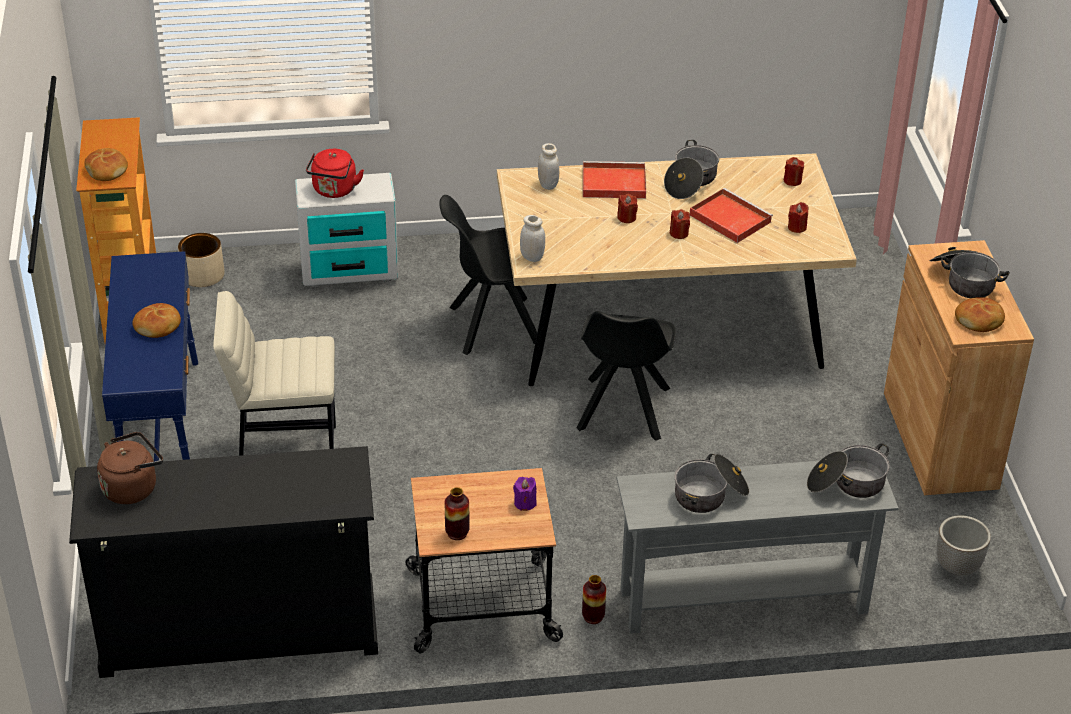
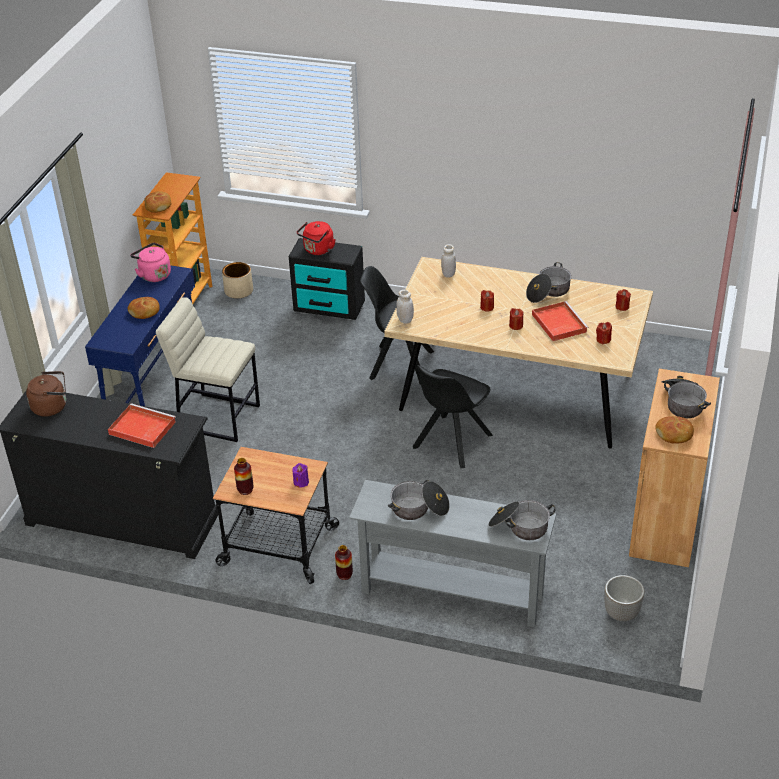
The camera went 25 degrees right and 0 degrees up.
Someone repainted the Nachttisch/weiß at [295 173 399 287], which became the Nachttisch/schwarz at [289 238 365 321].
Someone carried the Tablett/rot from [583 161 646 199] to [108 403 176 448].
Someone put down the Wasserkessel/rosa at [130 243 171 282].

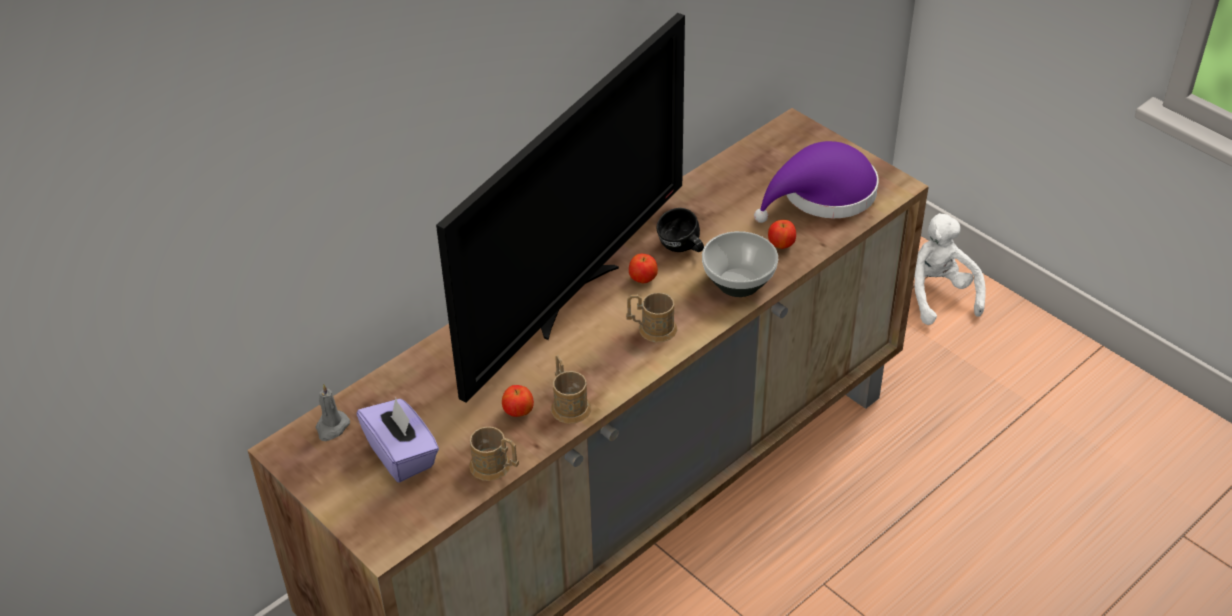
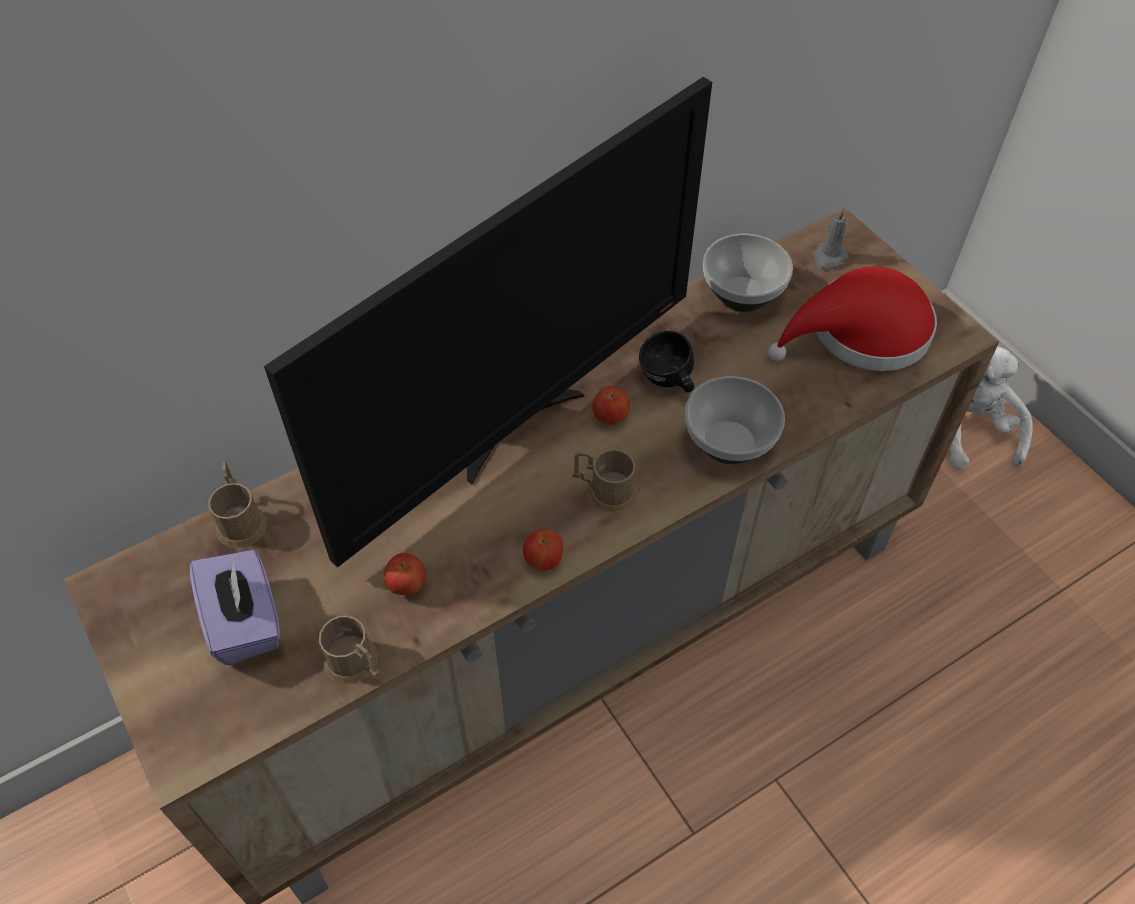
The camera went 10 degrees right and 10 degrees up.
Someone carried the Kerze/grau from [316 383 350 441] to [813 208 849 271].
Someone carried the Henkelbecher/braun from [551 355 591 424] to [208 461 267 548].
Someone repainted the Hut/lila at [754 141 879 223], which became the Hut/rot at [768 266 937 371].
Someone carried the Apfel from [768 220 796 249] to [523 529 563 571].
Someone put down the Schüssel at [703 234 793 312].

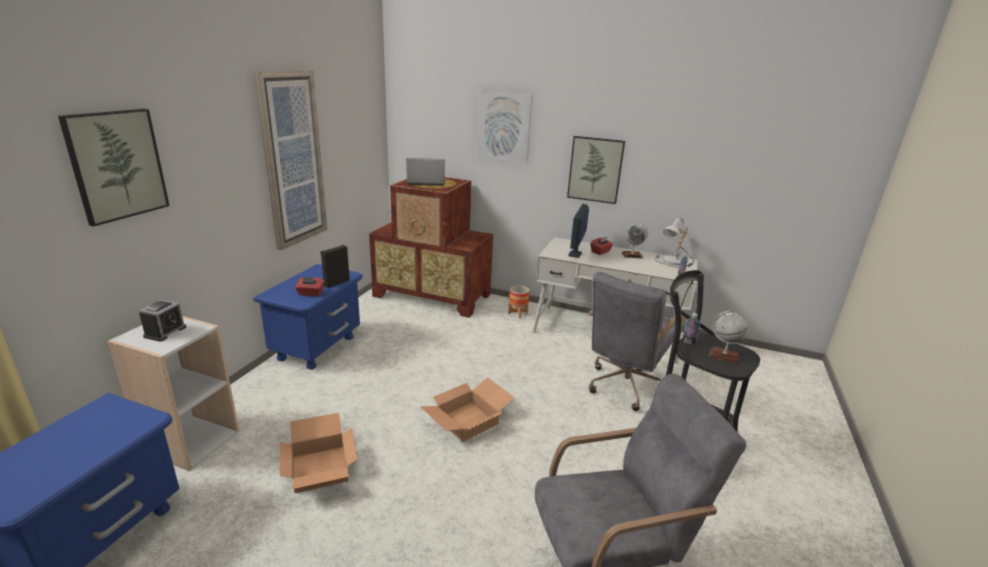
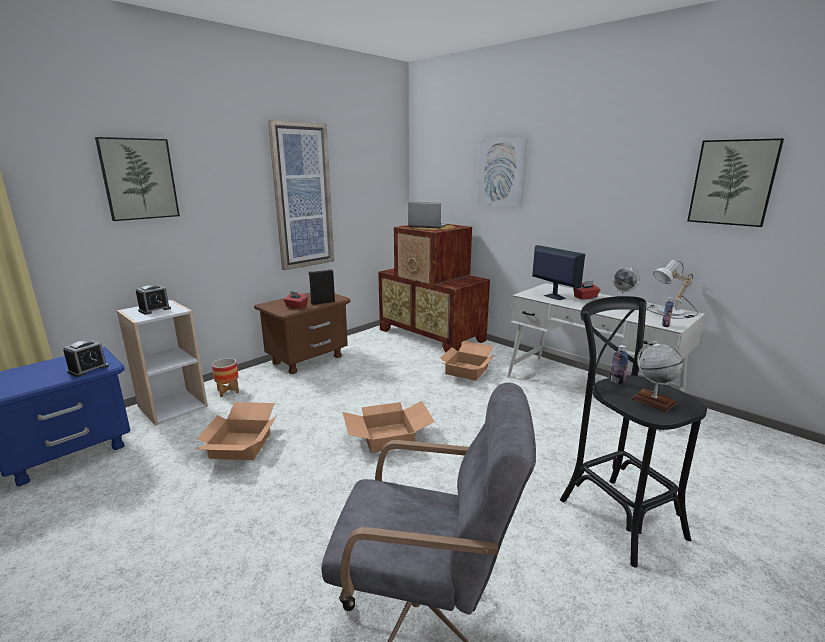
The camera went 25 degrees right and 5 degrees down.
Someone repainted the Nachttisch/blau at [253 264 363 370], which became the Nachttisch/braun at [254 292 350 374].
Someone carried the Pflanzkübel from [508 285 529 318] to [212 358 239 397].
Someone carried the Bild from [567 136 625 204] to [687 138 784 227].
Someone rotated the Monitor at [568 204 589 258] by 105 degrees clockwise.
Someone took away the Bürostuhl/grau at [588 272 683 411].
Someone put down the Wecker at [63 339 109 377].
Someone put down the Karton at [440 341 495 381].

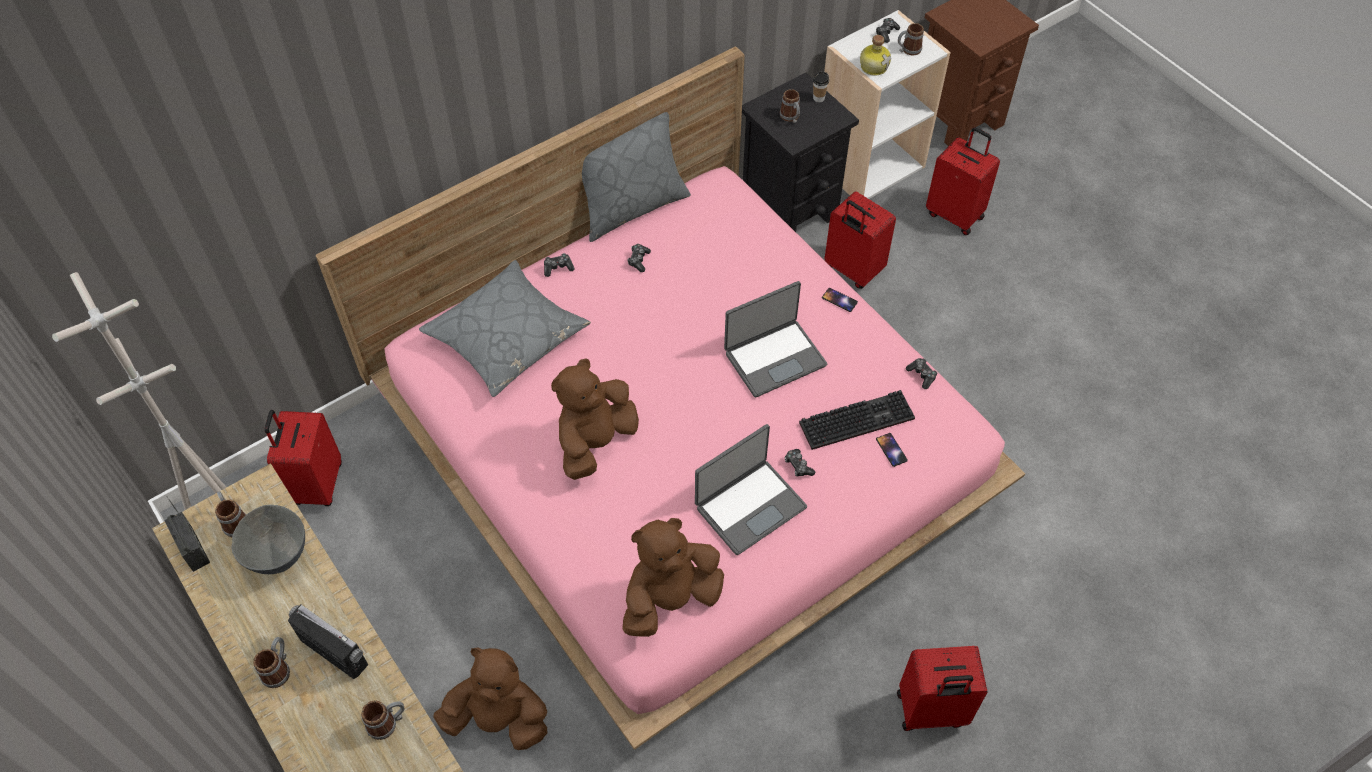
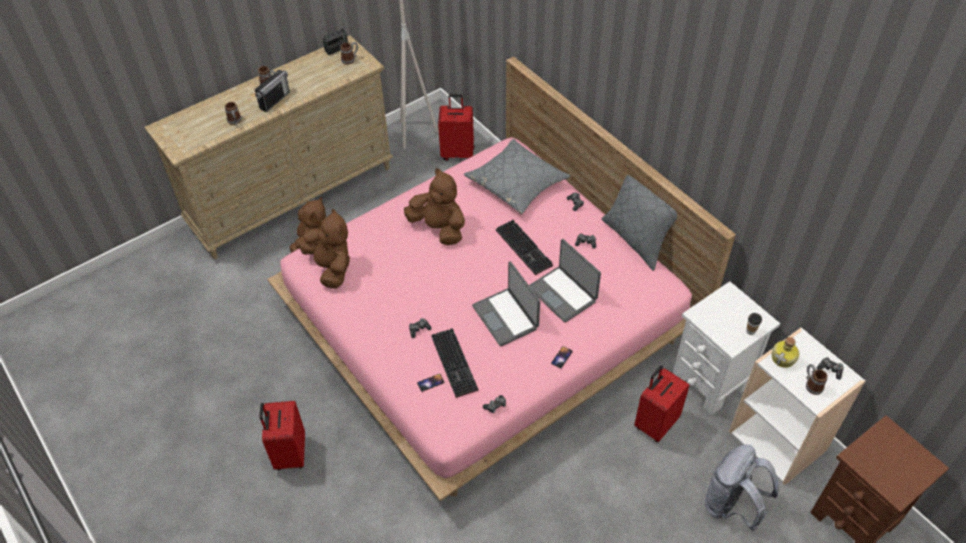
The camera went 90 degrees right and 5 degrees down.
Someone took away the Schüssel/grau at [231 505 305 574].
Someone carried the Laptop from [695 424 807 555] to [529 239 601 322].
Someone repainted the Nachttisch/schwarz at [742 72 859 232], which became the Nachttisch/weiß at [673 281 780 415].
Someone took away the Henkelbecher at [780 89 800 123].
Someone swapped the Koffer/rot at [926 127 1000 235] for the Rucksack/grau at [705 444 779 531].
Someone put down the Tastatur at [496 220 553 275].

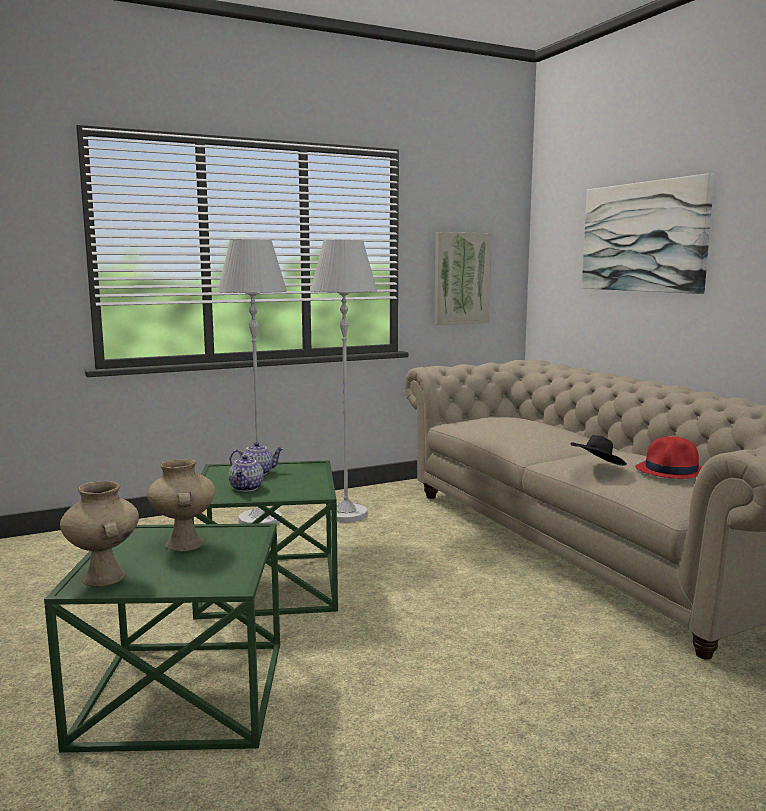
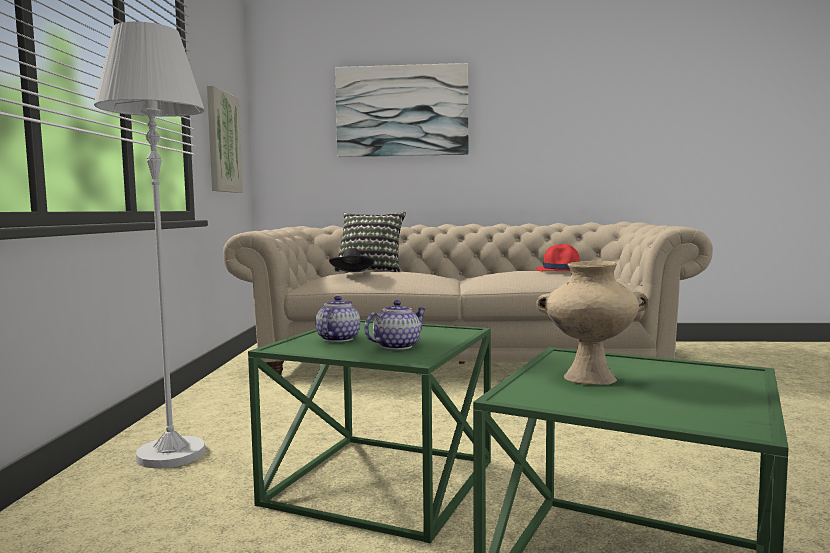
The camera went 60 degrees left and 5 degrees down.
Someone took away the Vase/beige at [60 481 139 587].
Someone rotated the Teekanne at [228 455 264 492] by 75 degrees counterclockwise.
Someone took away the Stehlampe/weiß at [311 240 377 522].
Someone carried the Hut/schwarz from [570 435 627 466] to [329 248 374 272].
Someone put down the Kissen at [334 212 406 272].

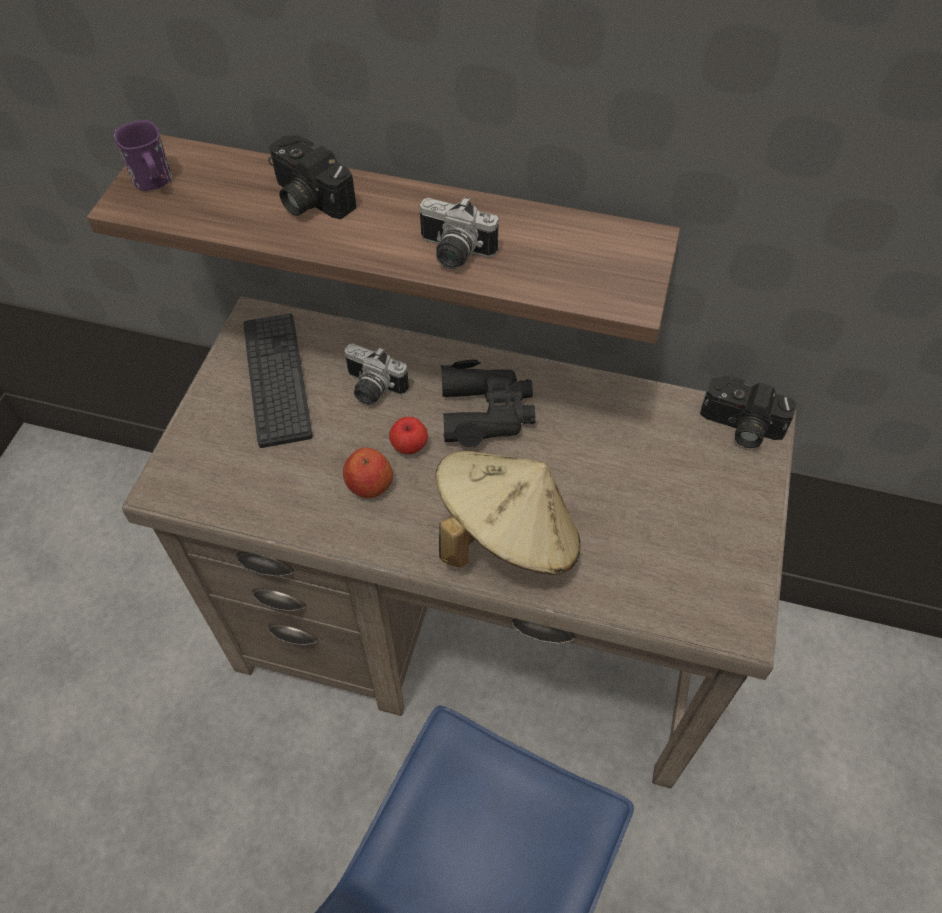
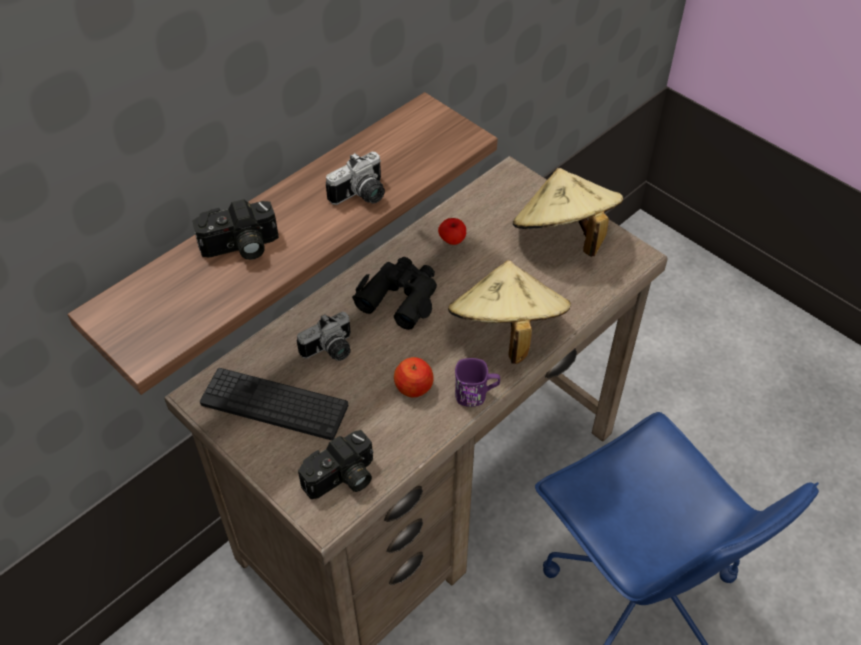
The camera went 60 degrees left and 5 degrees down.
Someone carried the Henkelbecher/lila from [114 120 172 191] to [455 358 500 407].
Someone carried the Apfel from [389 417 428 454] to [438 218 466 245].
Someone carried the Kamera from [700 375 797 448] to [298 430 374 499].
Someone put down the Hut/beige at [513 168 623 257].

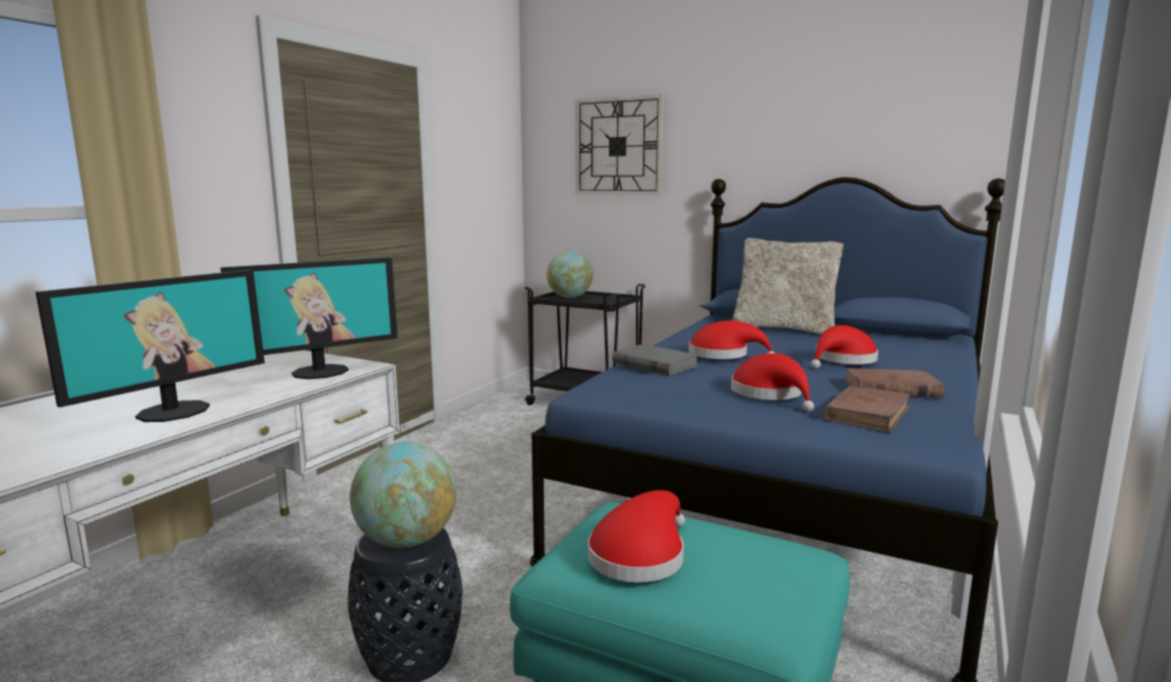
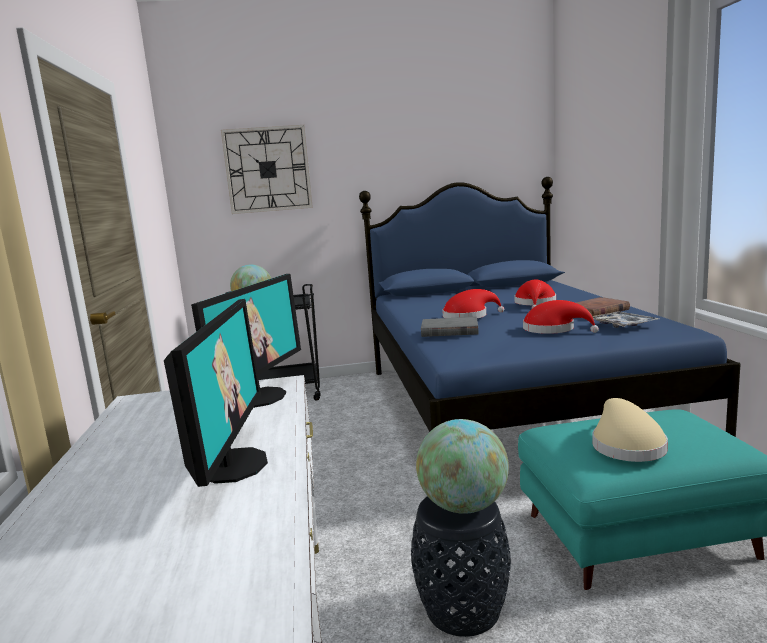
The camera went 35 degrees left and 0 degrees up.
Someone repainted the Hut/rot at [588 490 685 582], which became the Hut/beige at [592 398 668 462].
Someone took away the Kissen/beige at [733 238 844 334].
Someone swapped the Buch/braun at [823 385 911 432] for the Tablett at [592 311 659 328].

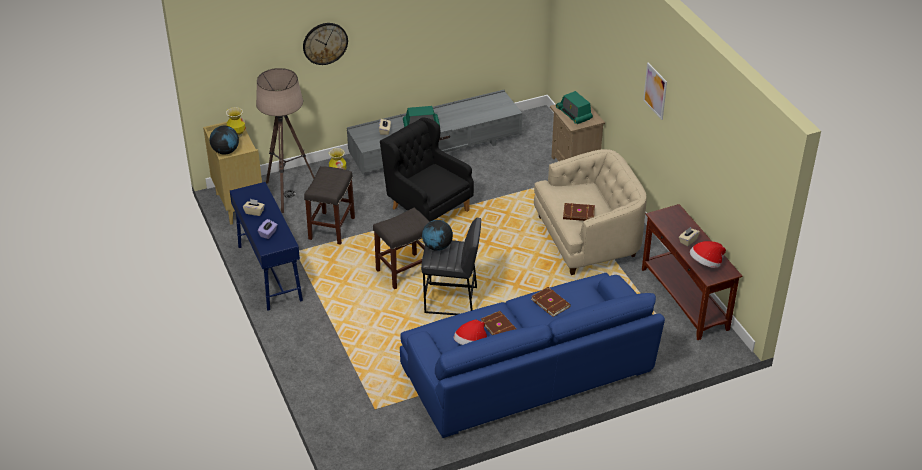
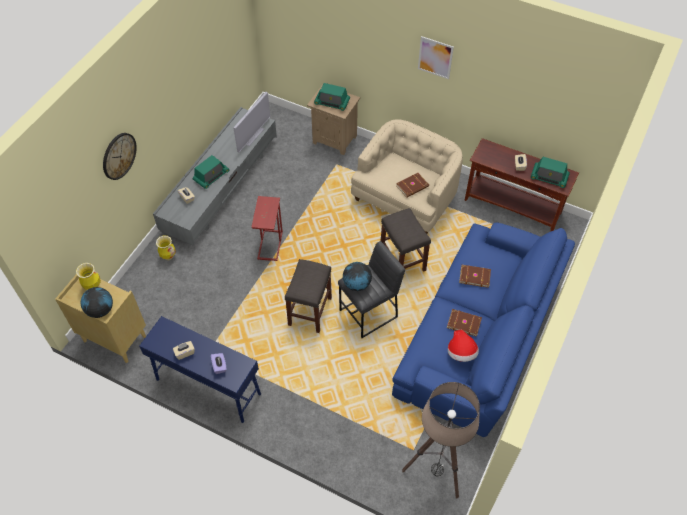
The camera went 40 degrees left and 15 degrees up.
Someone carried the Stehlampe from [256 68 315 213] to [402 382 480 498].
Someone carried the Hocker/grau from [304 166 355 245] to [381 208 431 272].
Someone swapped the Sessel/schwarz at [380 117 474 222] for the Beistelltisch/rot at [251 196 283 261].
Someone swapped the Hut at [690 241 726 268] for the Radio at [531 157 570 188].
Someone put down the Fernseher at [233 92 270 153].

